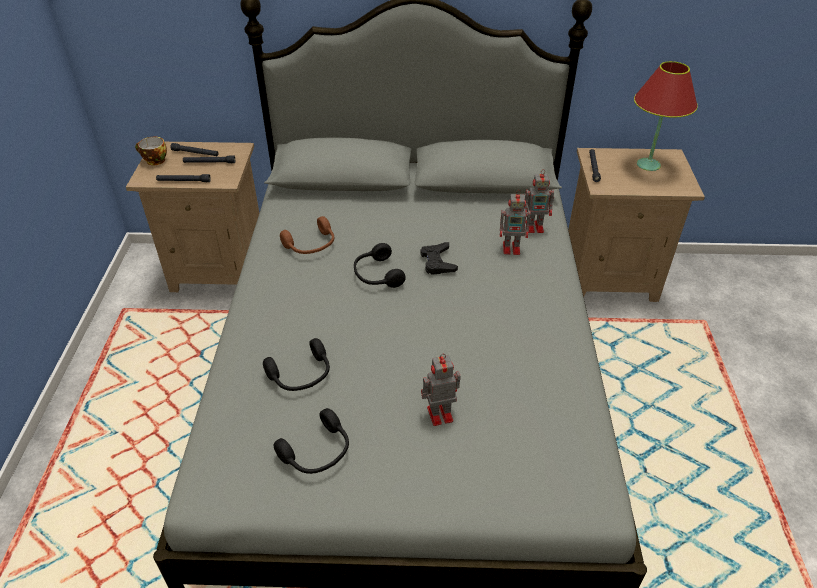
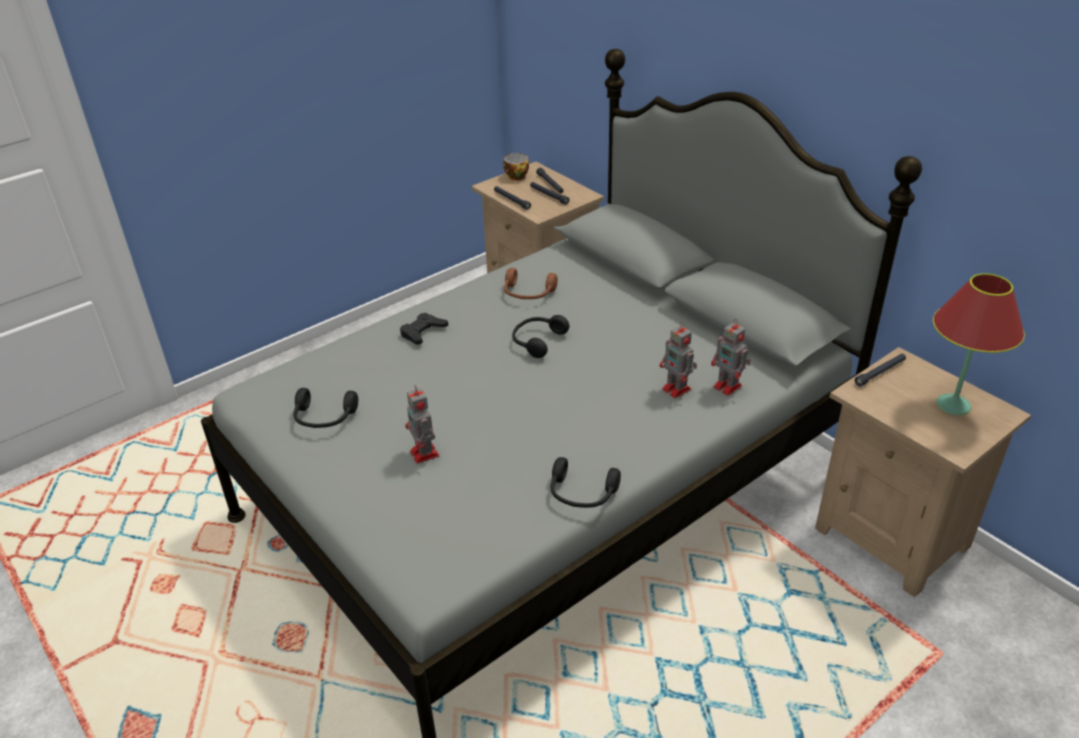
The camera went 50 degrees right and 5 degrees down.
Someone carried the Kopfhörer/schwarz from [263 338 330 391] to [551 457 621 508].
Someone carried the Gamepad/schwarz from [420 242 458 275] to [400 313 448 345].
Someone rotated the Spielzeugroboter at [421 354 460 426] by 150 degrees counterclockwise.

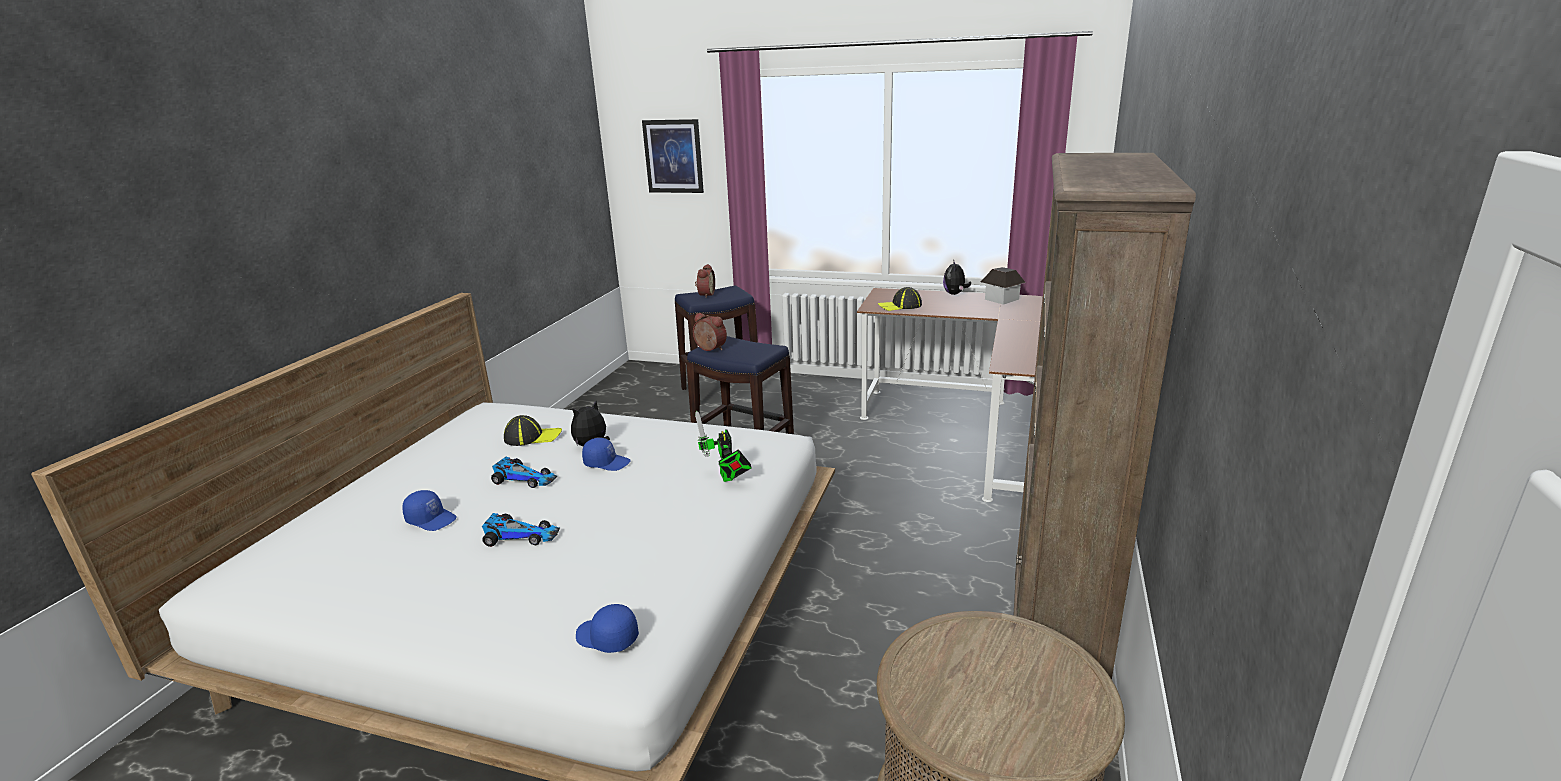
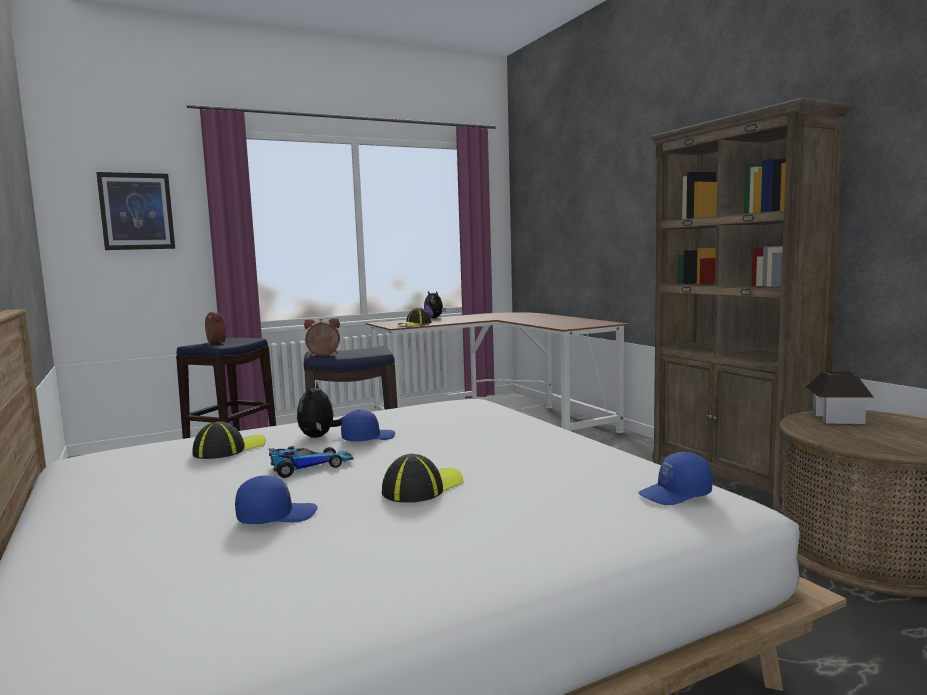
The camera went 45 degrees left and 15 degrees down.
Someone swapped the Spielzeugauto at [482 513 560 547] for the Kappe at [382 454 463 503].
Someone took away the Spielzeugroboter at [695 411 751 482].
Someone carried the Spielzeughaus from [981 267 1026 305] to [806 371 874 424].

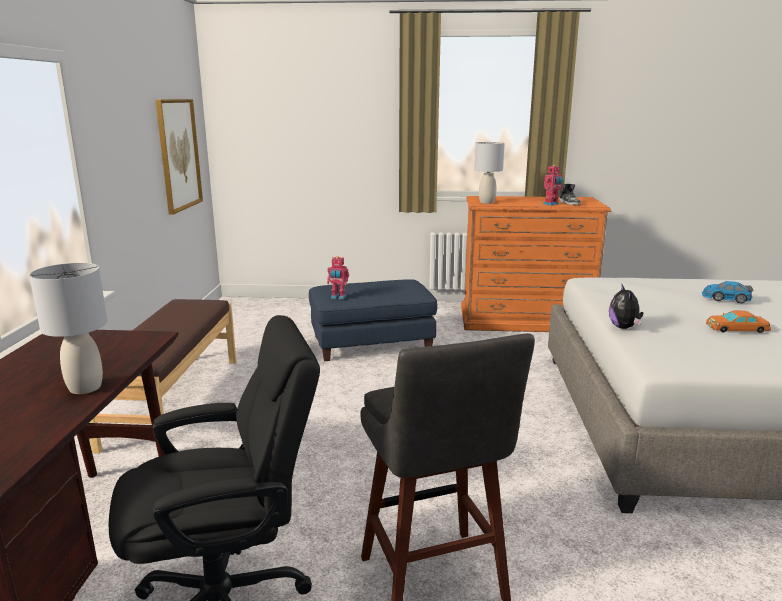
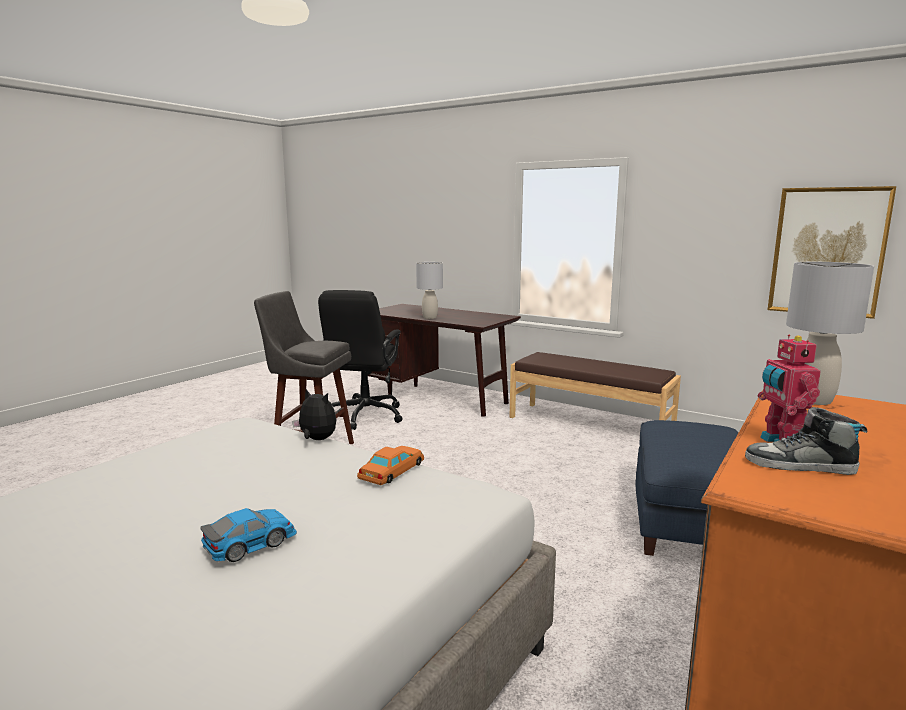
The camera went 120 degrees right and 5 degrees down.
Someone took away the Spielzeugroboter at [327 256 349 299].
Someone carried the Spielzeugauto/orange from [706 311 771 333] to [357 446 424 485].

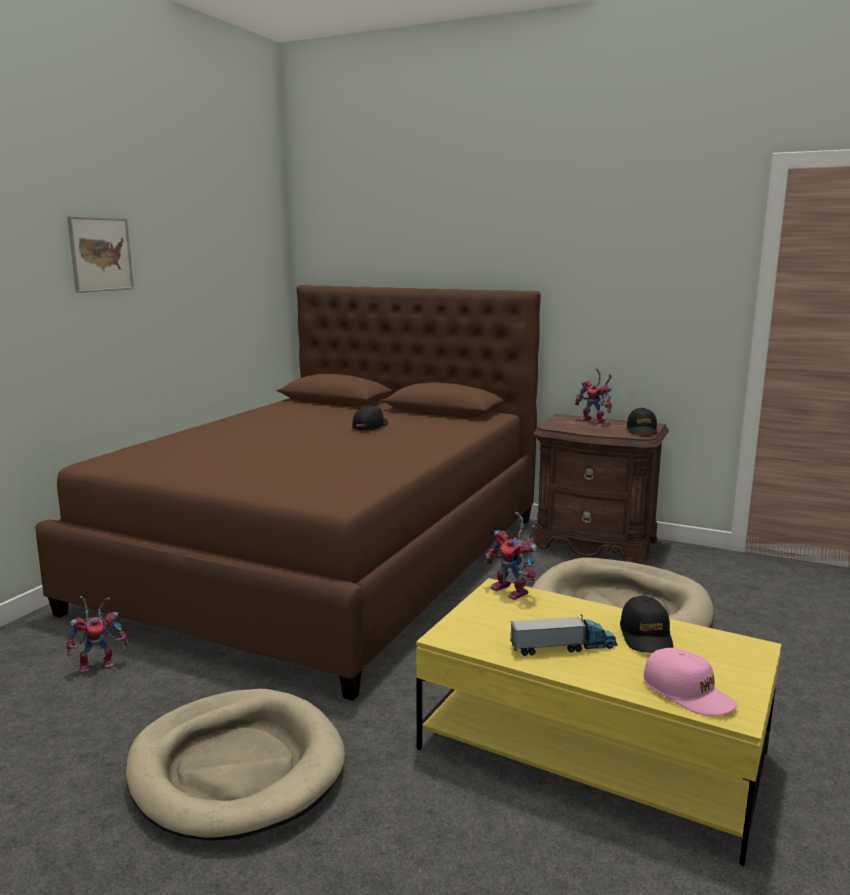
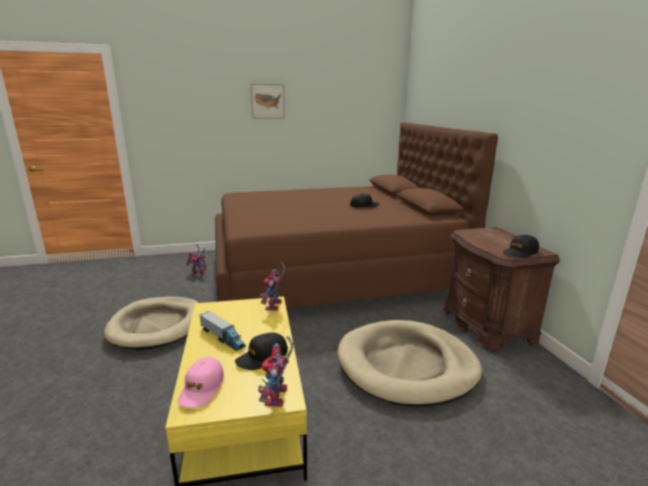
The camera went 50 degrees right and 5 degrees up.
Someone carried the Spielzeugroboter from [575 368 612 424] to [258 336 293 407].

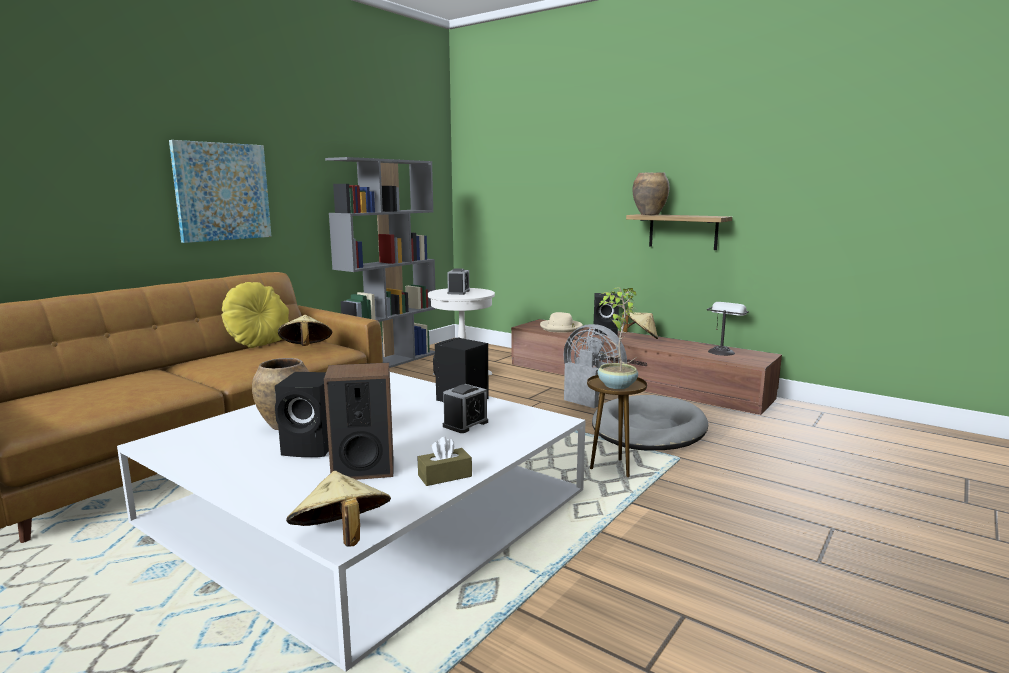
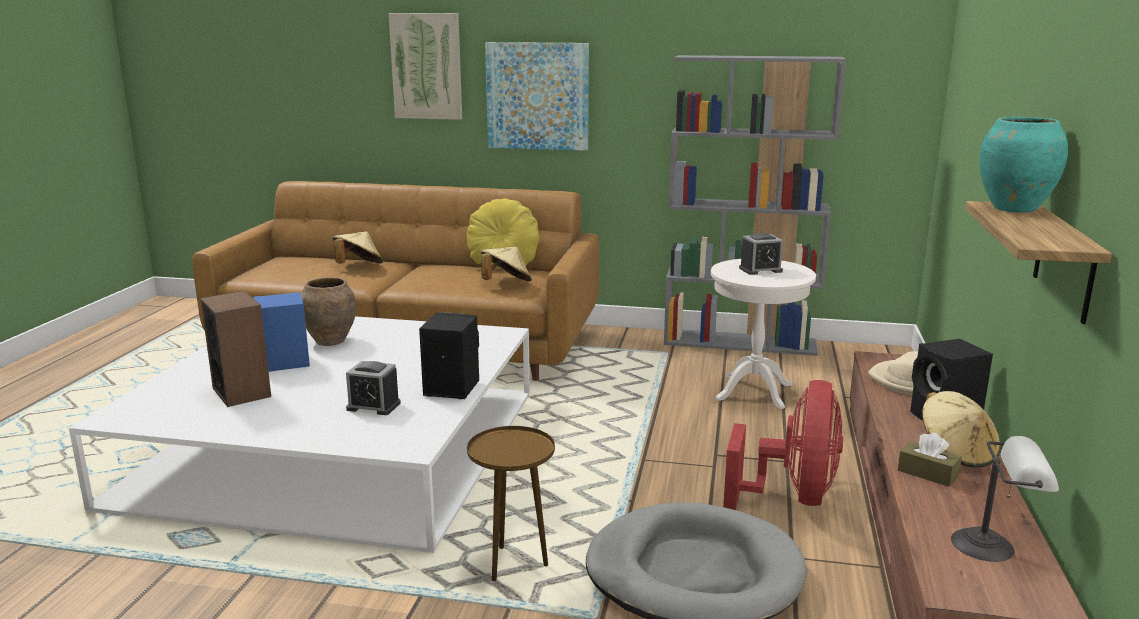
The camera went 65 degrees right and 5 degrees up.
Someone repainted the Lautsprecher/schwarz at [275 372 329 457], which became the Lautsprecher/blau at [253 292 310 372].
Someone carried the Hut/beige from [286 471 391 547] to [332 231 383 264].
Someone carried the Taschentuchbox/braun from [418 436 472 486] to [898 433 962 487].
Someone repainted the Ventilator/grau at [564 324 627 408], which became the Ventilator/rot at [723 380 843 510].
Someone took away the Topfpflanze at [597 287 638 389].
Someone repainted the Vase/braun at [633 173 669 215], which became the Vase/türkis at [979 117 1068 213].
Someone put up the Bild at [389 13 462 120].

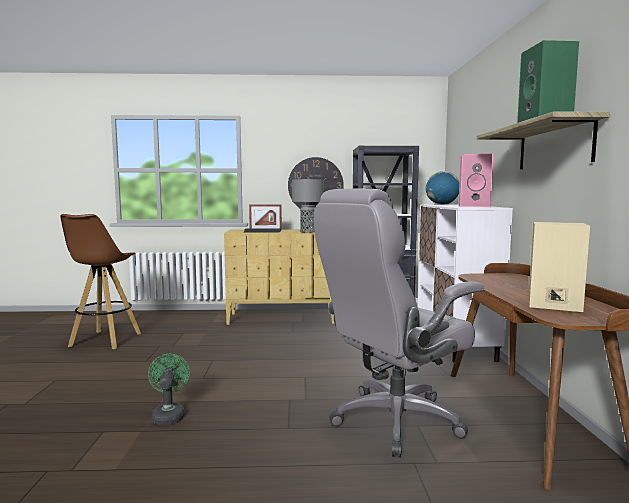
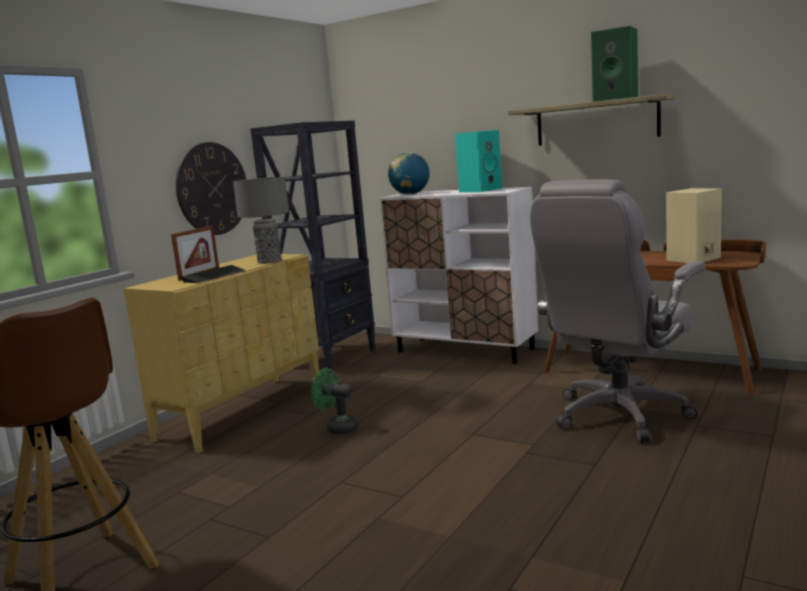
The camera went 55 degrees left and 5 degrees up.
Someone carried the Ventilator/grün from [148 354 190 425] to [311 368 359 434].
Someone rotated the Bürostuhl/grau at [314 189 484 457] by 45 degrees clockwise.
Someone repainted the Lautsprecher/rosa at [458 154 494 207], which became the Lautsprecher/türkis at [455 130 502 192].

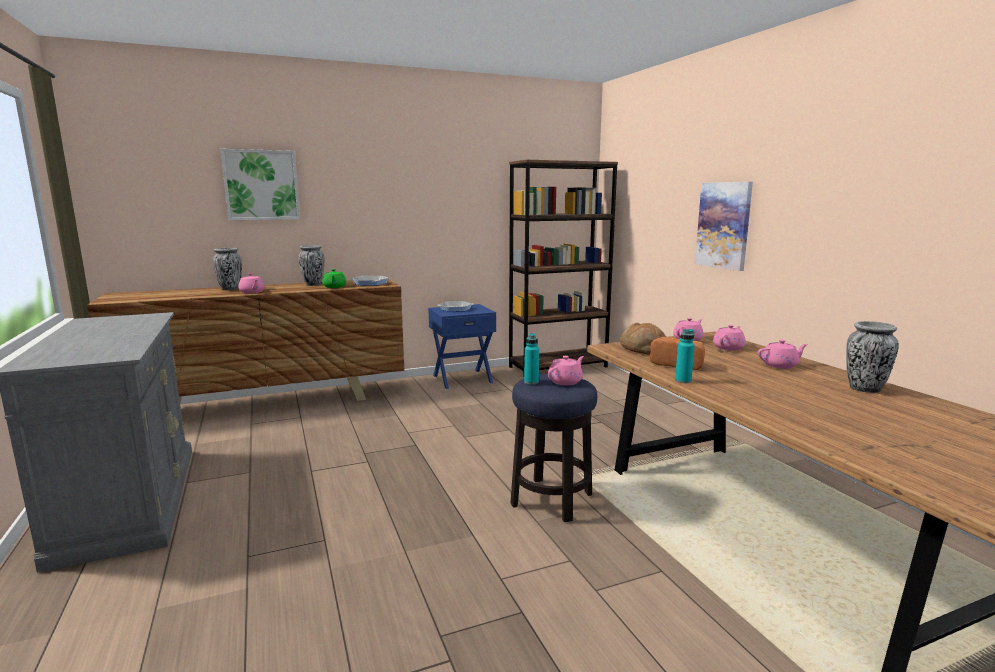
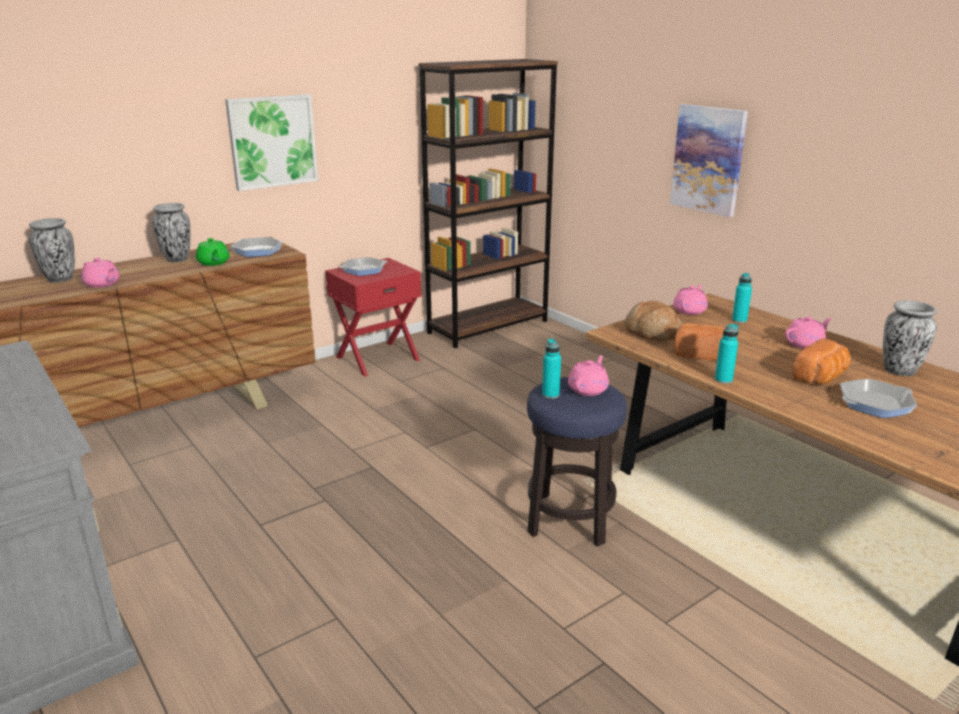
The camera went 15 degrees left and 10 degrees up.
Someone carried the Bild from [221 149 300 220] to [225 94 318 191].
Someone repainted the Nachttisch/blau at [428 304 496 389], which became the Nachttisch/rot at [325 258 422 377].
Someone swapped the Teekanne/rosa at [713 325 746 351] for the Flasche/türkis at [732 273 752 323].
Someone put down the Brot at [792 338 851 385].
Someone put down the Pfanne at [840 379 917 418].

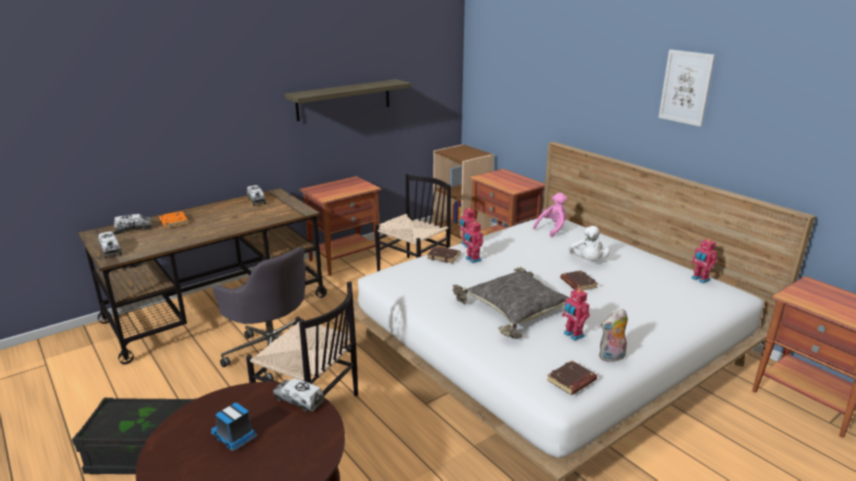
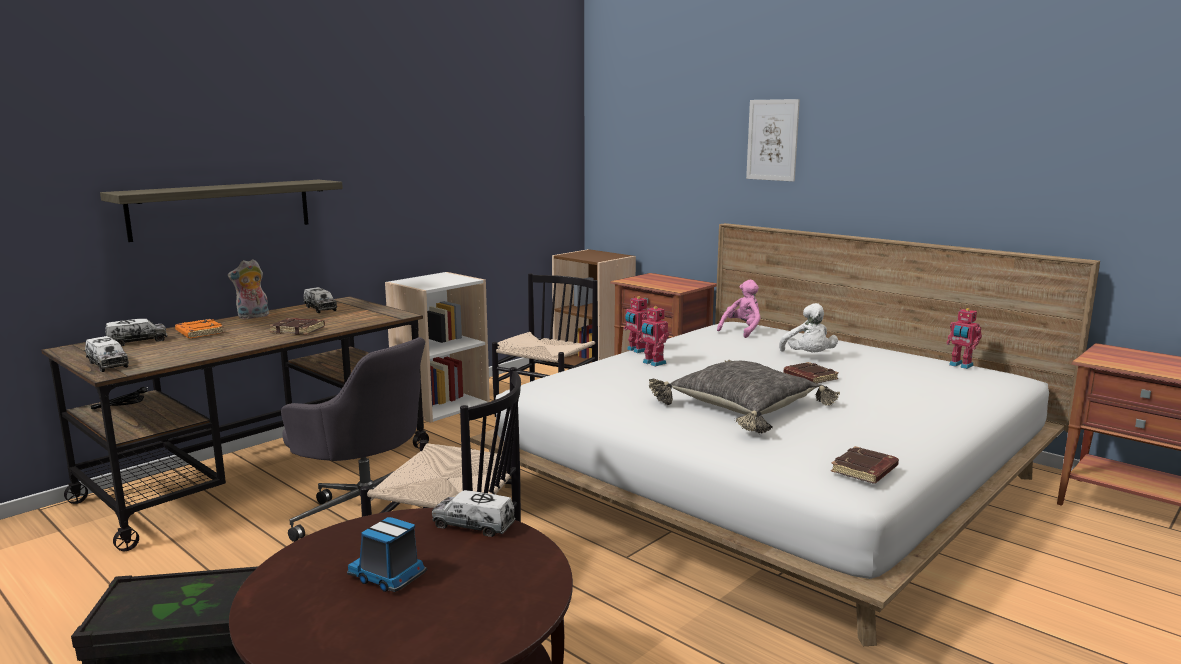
The camera went 10 degrees left and 10 degrees down.
Someone carried the Wandregal from [285 79 411 121] to [100 180 343 242].
Someone swapped the Nachttisch at [299 176 382 276] for the Bücherregal/weiß at [385 272 490 423].
Someone carried the Buch/braun from [427 246 461 263] to [269 318 325 335].
Someone took away the Spielzeugroboter at [562 288 590 341].
Someone carried the Plüschtier from [599 309 628 362] to [228 259 269 319].
Someone carried the Bild from [658 49 715 127] to [746 99 800 182].

